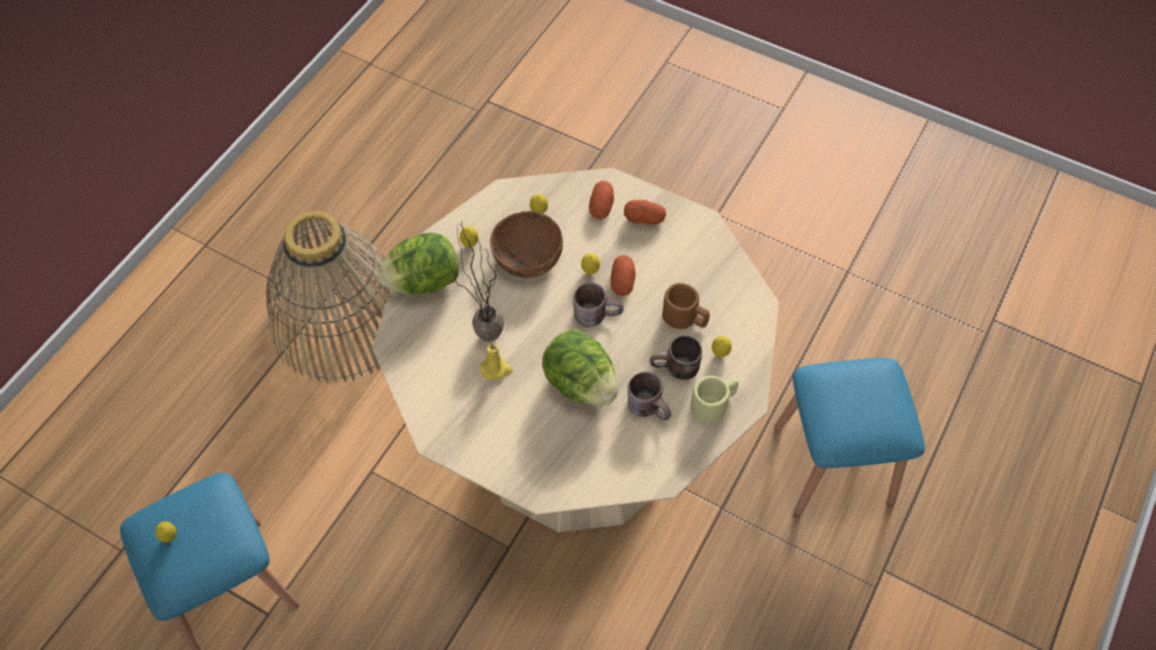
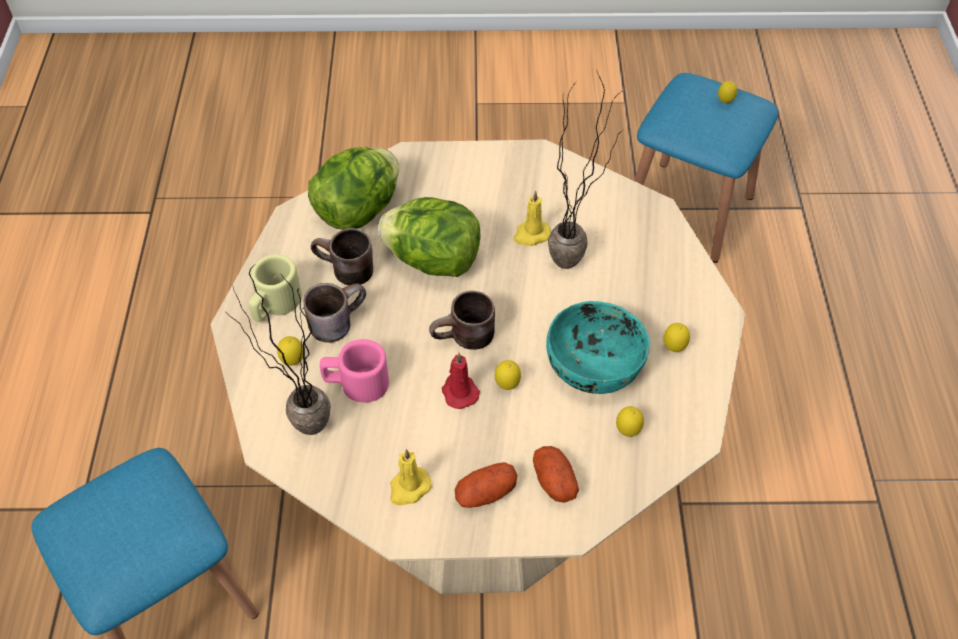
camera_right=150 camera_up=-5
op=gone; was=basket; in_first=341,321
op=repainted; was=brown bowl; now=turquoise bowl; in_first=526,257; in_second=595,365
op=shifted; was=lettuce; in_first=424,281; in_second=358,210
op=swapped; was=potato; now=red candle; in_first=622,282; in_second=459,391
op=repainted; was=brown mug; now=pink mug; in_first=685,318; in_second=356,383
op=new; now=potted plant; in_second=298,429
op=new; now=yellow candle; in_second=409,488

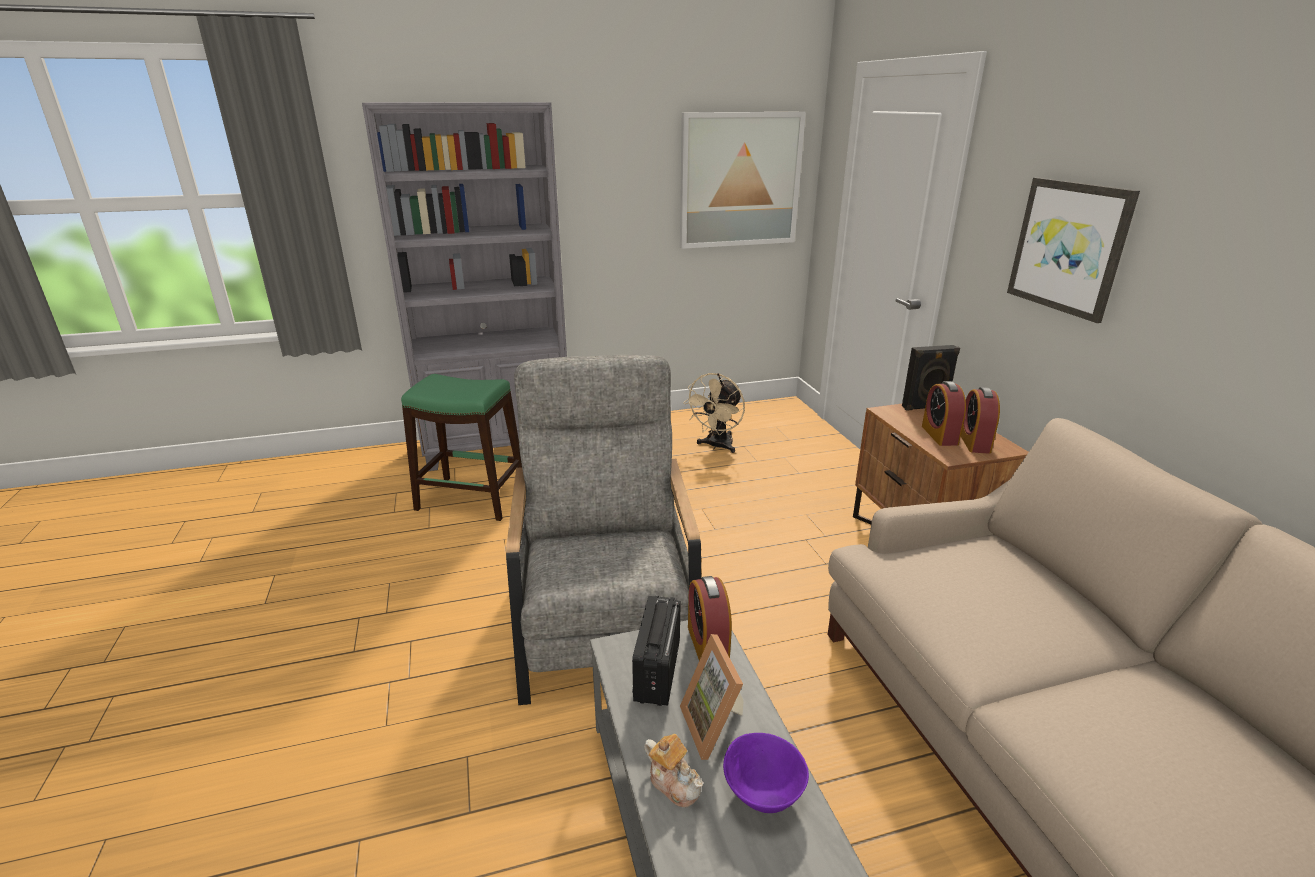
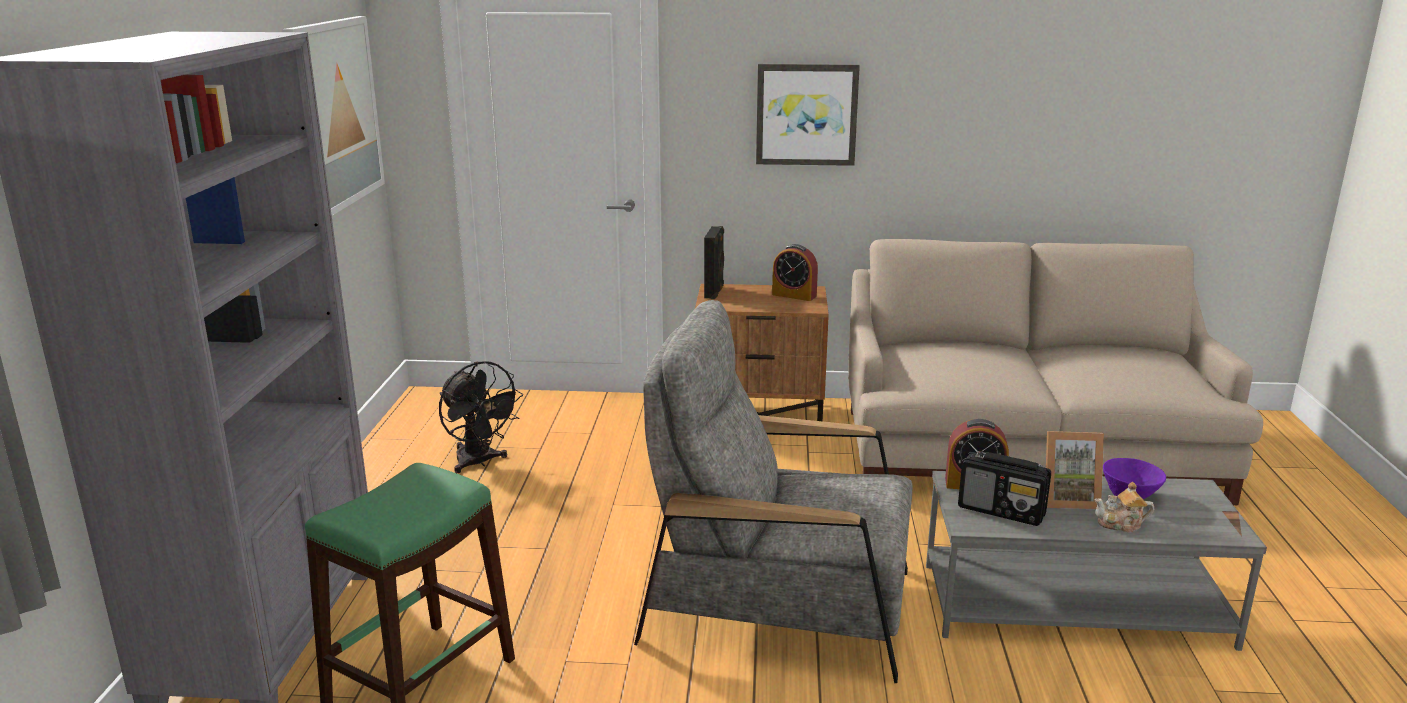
camera_right=-70 camera_up=-5
op=repainted; was=beige fan; now=black fan; in_first=716,446; in_second=479,462
op=gone; was=alarm clock; in_first=939,435
op=rotated; was=teapot; in_first=674,783; in_second=1121,524; clockwise=-150

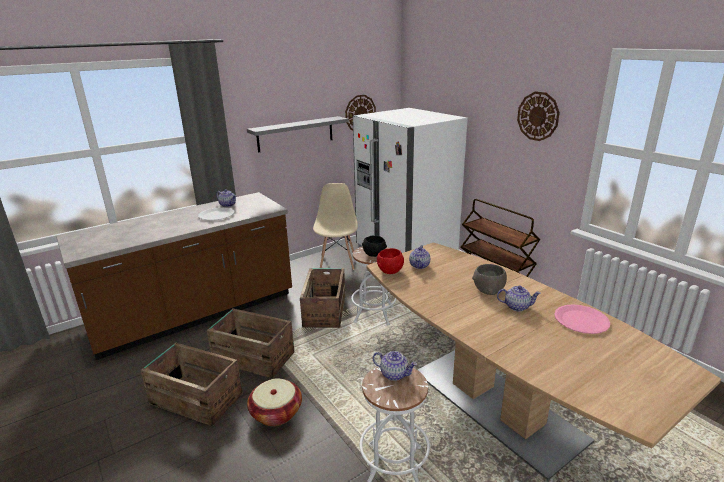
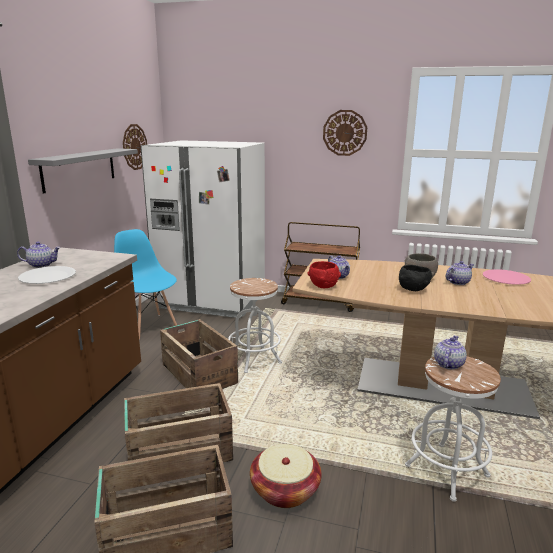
camera_right=-40 camera_up=-5
op=repainted; was=beige chair; now=blue chair; in_first=337,262; in_second=149,326
op=shifted; was=black bowl; in_first=374,255; in_second=413,290
op=rotated; was=teapot; in_first=394,374; in_second=448,364; clockwise=-45

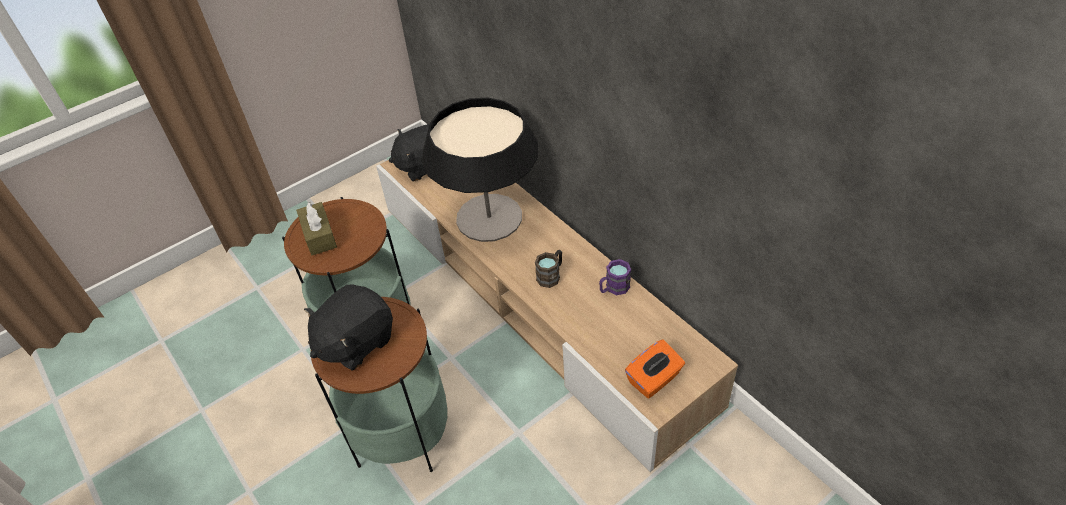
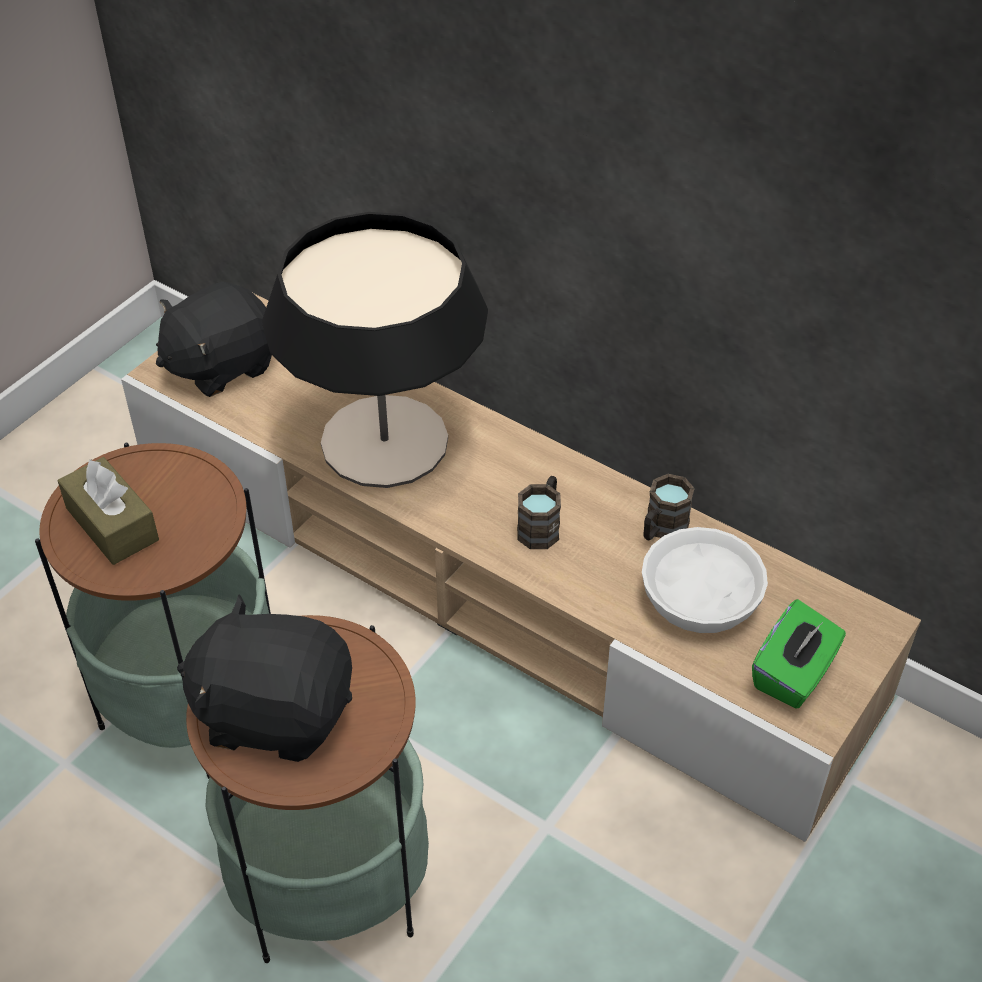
camera_right=-20 camera_up=0
op=repainted; was=purple mug; now=brown mug; in_first=613,288; in_second=661,529
op=rotated; was=black plush toy; in_first=355,342; in_second=274,712; clockwise=75
op=repainted; was=orange tissue box; now=green tissue box; in_first=654,379; in_second=793,674
op=new; now=white bowl; in_second=698,599

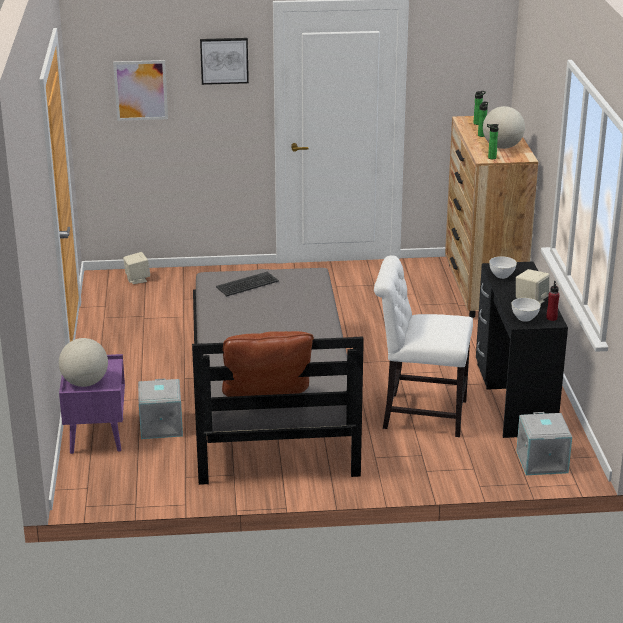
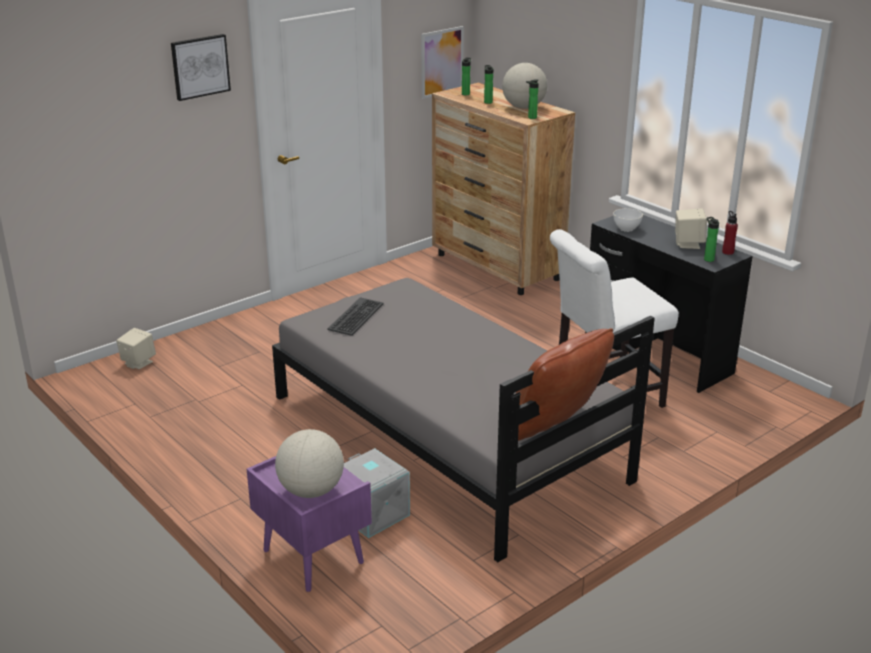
camera_right=-35 camera_up=0
op=shifted; was=picture; in_first=141,90; in_second=442,62
op=swapped; was=white bowl; now=bottle; in_first=524,318; in_second=708,259
op=gone; was=grey storage box; in_first=543,462

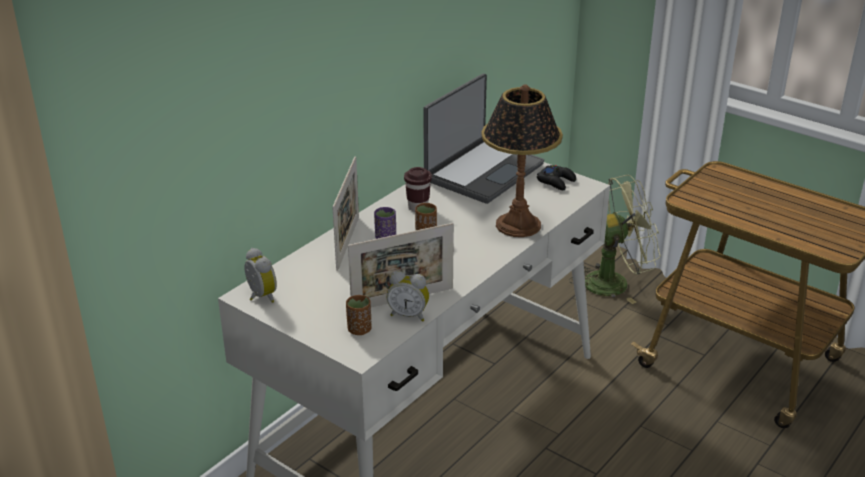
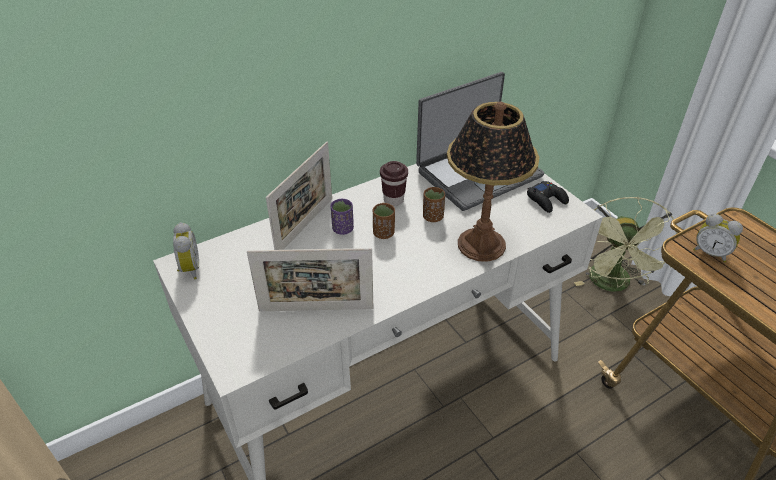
camera_right=20 camera_up=10
op=rotated; was=green fan; in_first=615,282; in_second=612,285; clockwise=90
op=shifted; was=alarm clock; in_first=409,315; in_second=710,253
op=shifted; was=brown cup; in_first=359,329; in_second=433,217

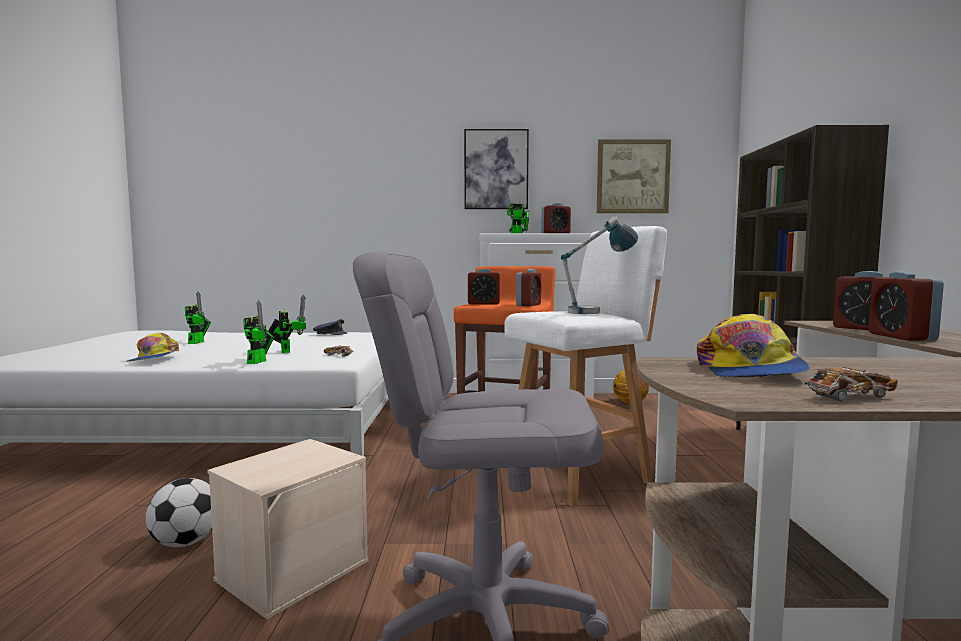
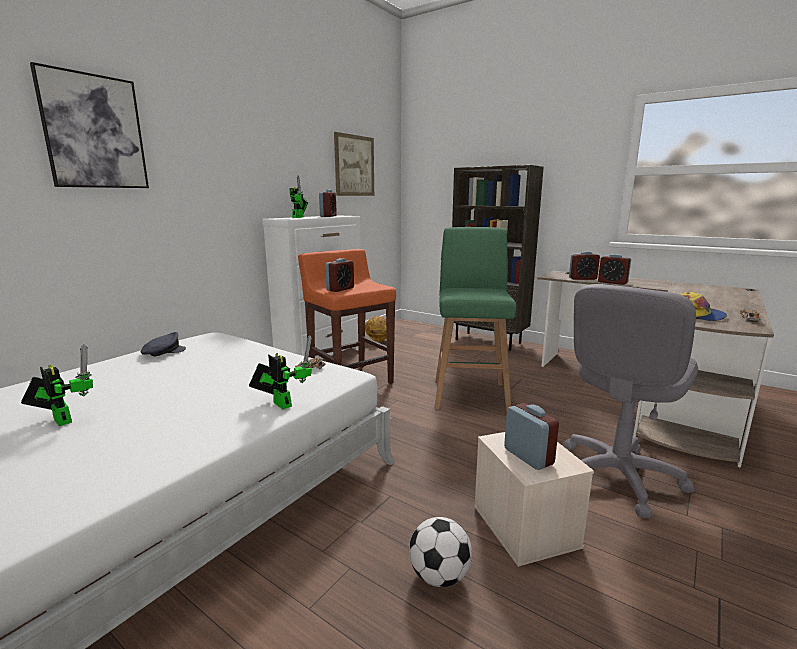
camera_right=-55 camera_up=10
op=shifted; was=picture; in_first=496,169; in_second=94,132
op=gone; was=table lamp; in_first=597,312
op=repainted; was=white stool; now=green stool; in_first=580,473; in_second=470,394
op=shifted; was=alarm clock; in_first=528,305; in_second=528,456
op=gone; was=toy robot; in_first=285,351
op=gone; was=cap; in_first=154,358

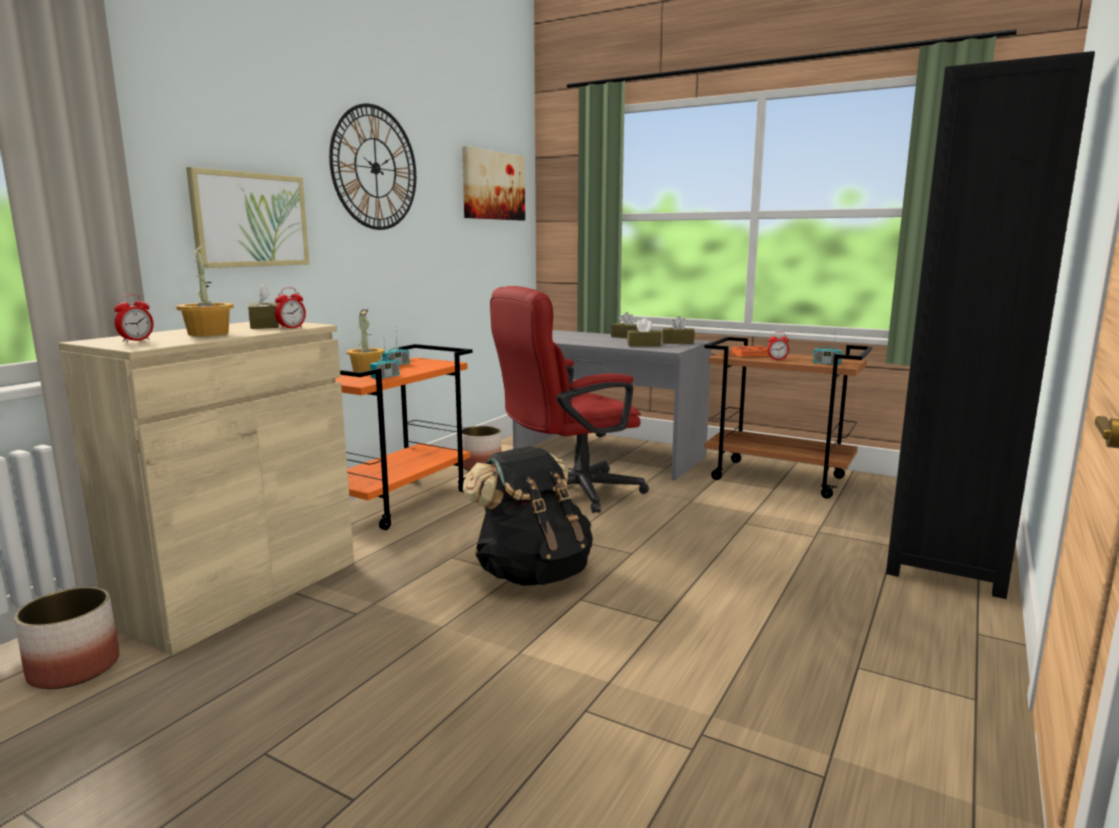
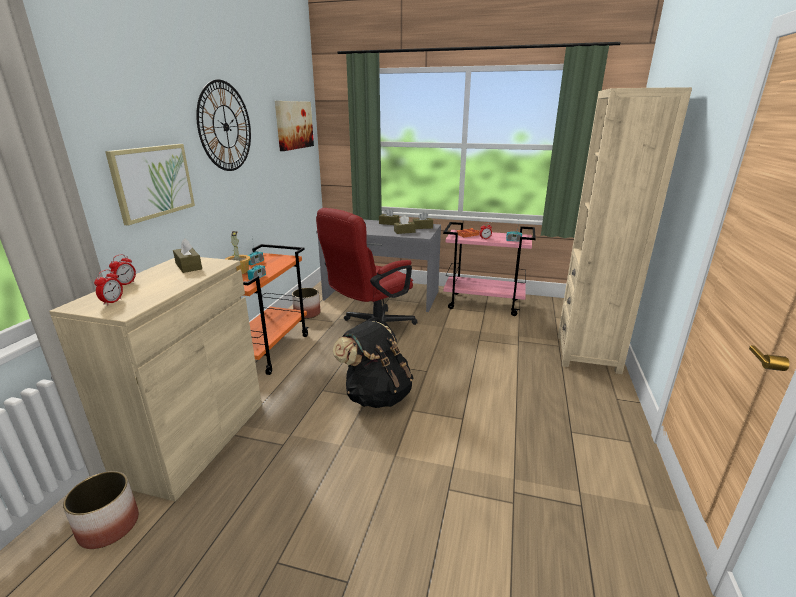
camera_right=-15 camera_up=10
op=repainted; was=black bookcase; now=beige bookcase; in_first=947,562; in_second=587,353
op=gone; was=potted plant; in_first=209,333
op=shifted; was=alarm clock; in_first=291,328; in_second=126,284
op=repainted; was=brown cart; now=pink cart; in_first=779,478; in_second=484,304

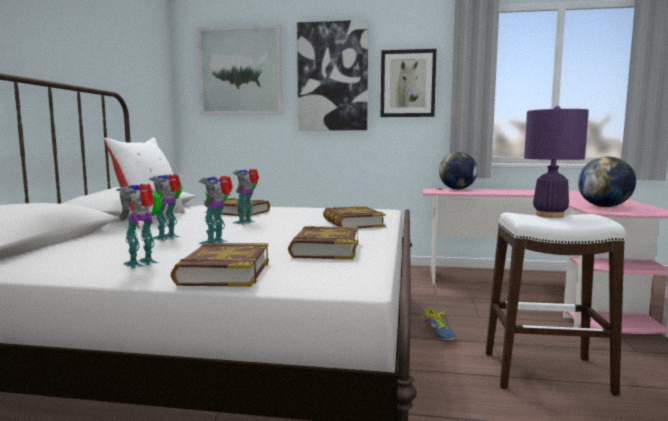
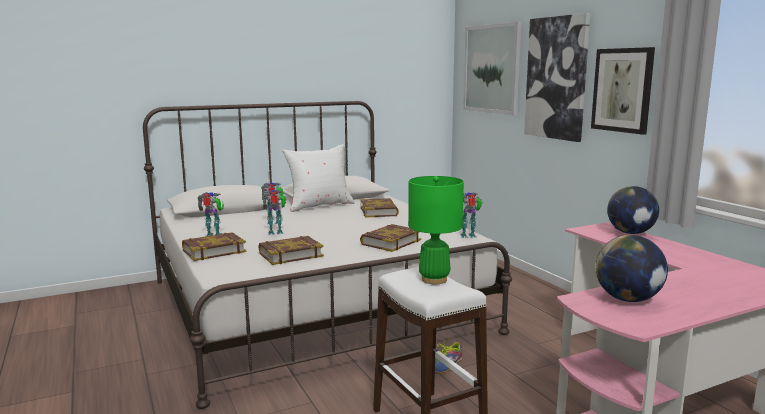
camera_right=55 camera_up=5
op=repainted; was=purple table lamp; now=green table lamp; in_first=550,215; in_second=434,280
op=shifted; was=toy robot; in_first=246,222; in_second=469,236

